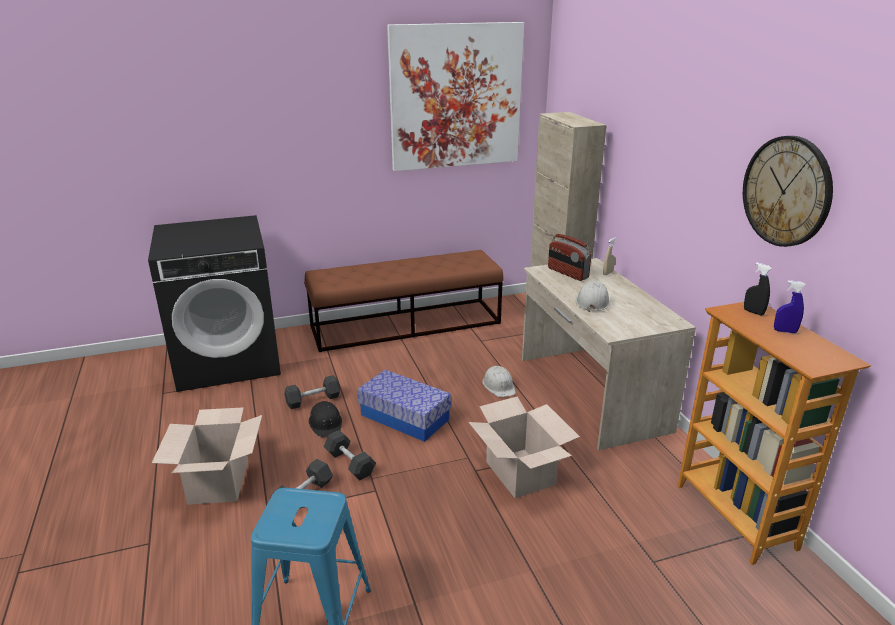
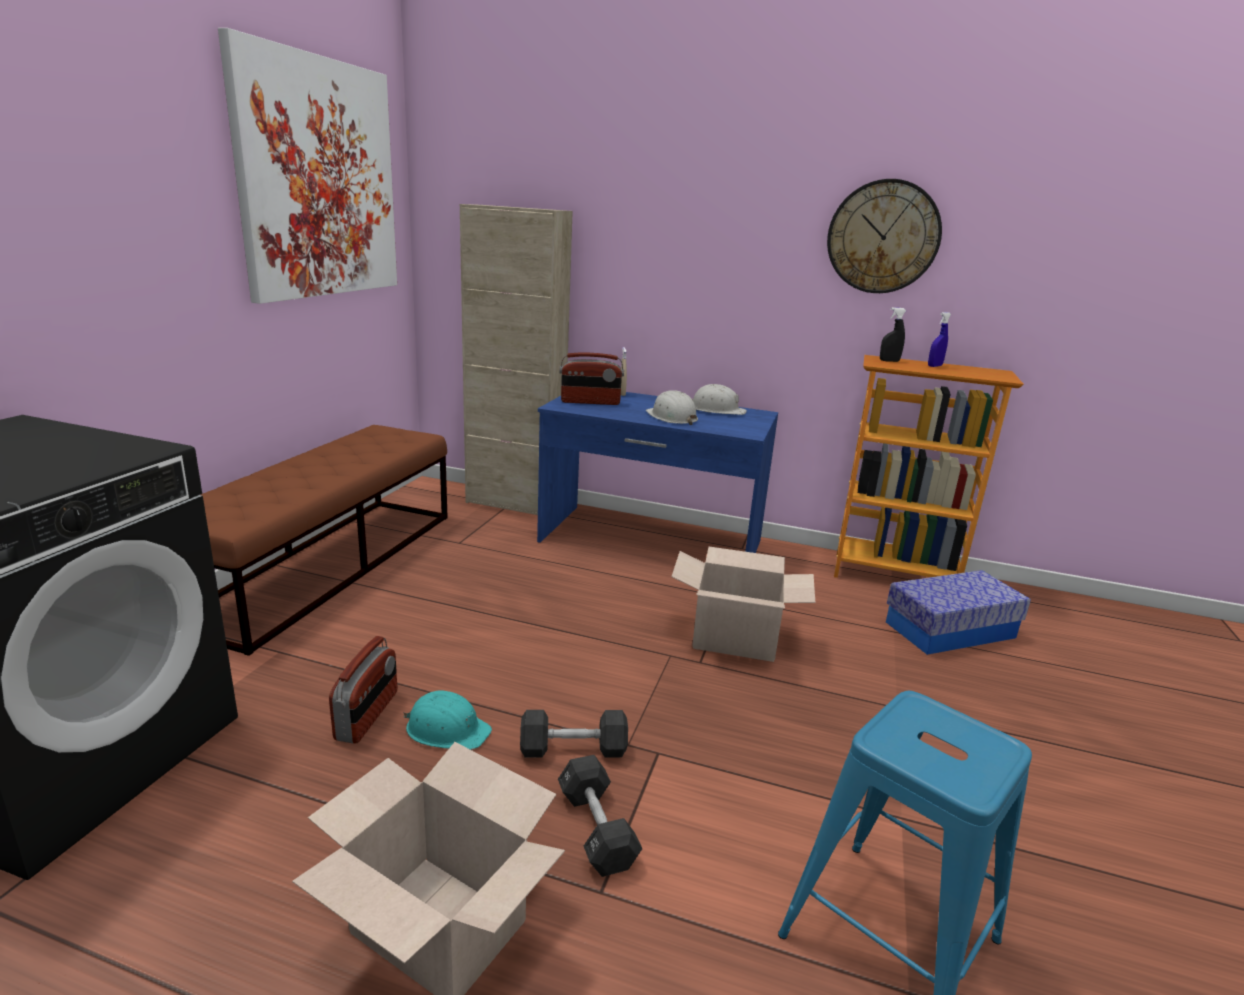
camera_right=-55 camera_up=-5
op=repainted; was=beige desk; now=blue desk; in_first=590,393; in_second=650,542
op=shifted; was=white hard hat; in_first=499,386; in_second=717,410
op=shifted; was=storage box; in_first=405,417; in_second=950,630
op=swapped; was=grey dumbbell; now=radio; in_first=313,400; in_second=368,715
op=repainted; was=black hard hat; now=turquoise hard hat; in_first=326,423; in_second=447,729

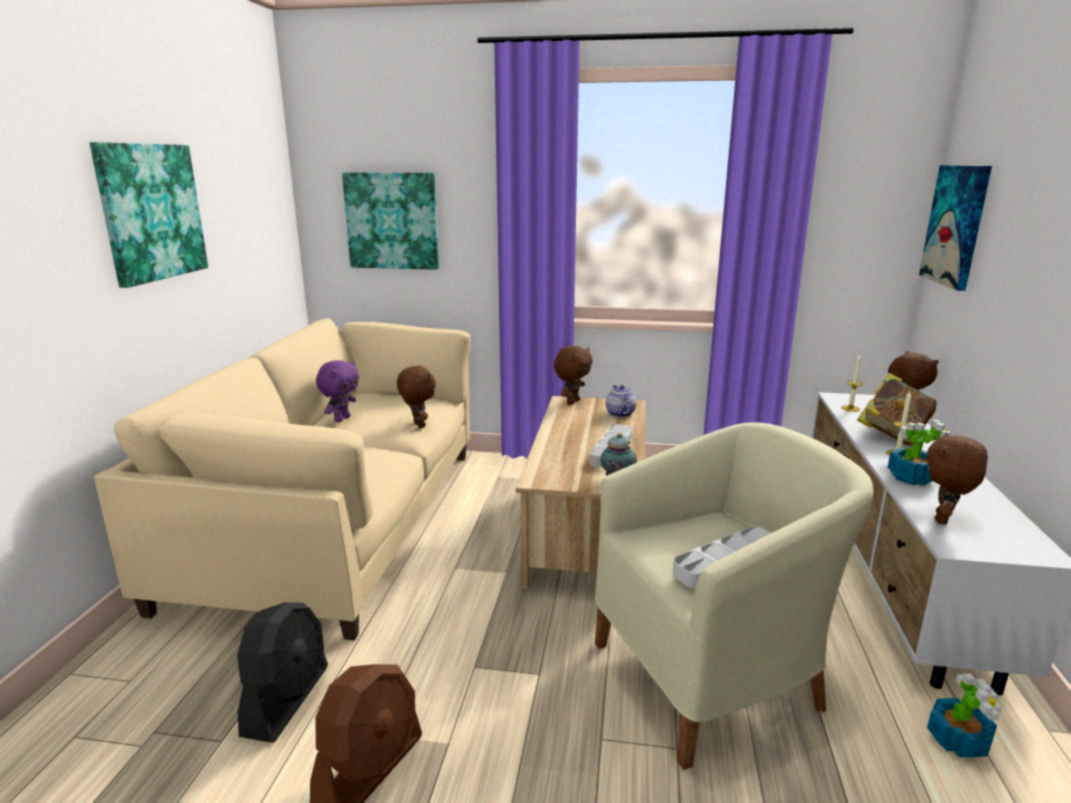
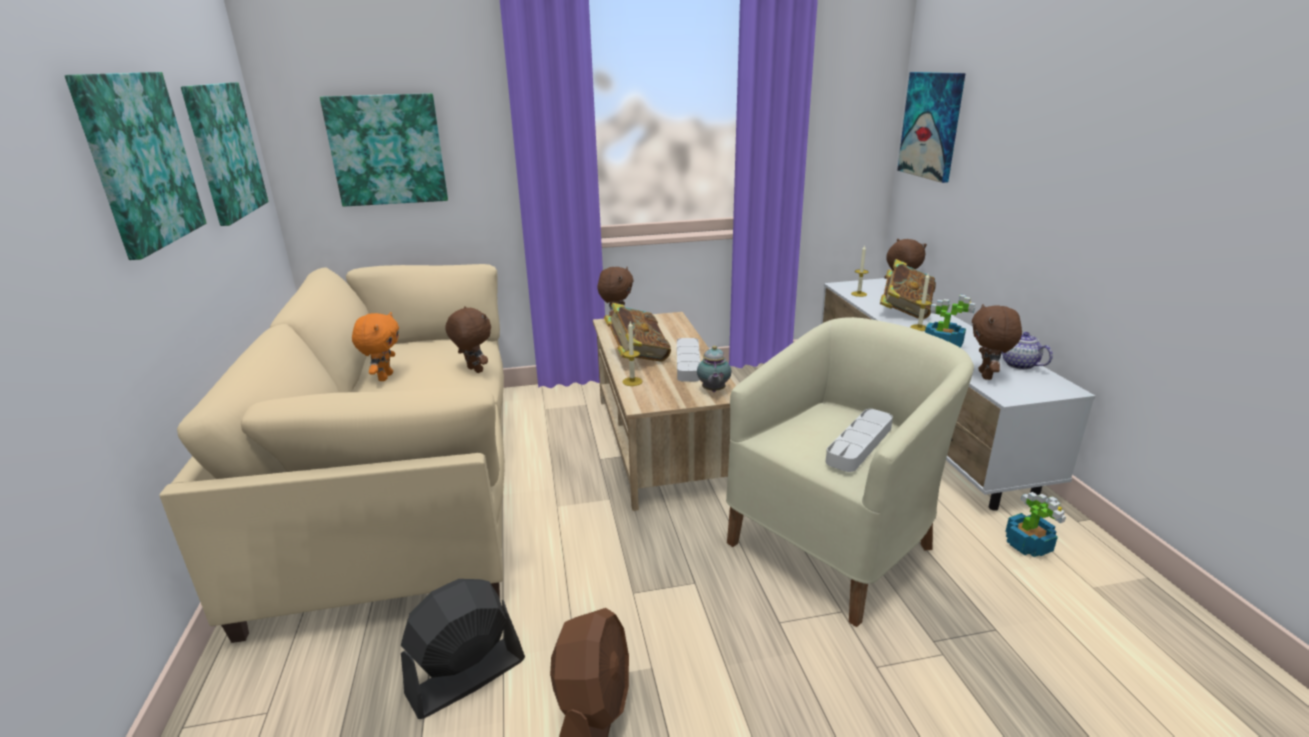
camera_right=-20 camera_up=5
op=repainted; was=purple plush toy; now=orange plush toy; in_first=341,419; in_second=384,377
op=shifted; was=teapot; in_first=619,413; in_second=1018,364
op=rotated; was=black fan; in_first=287,699; in_second=466,677; clockwise=-120
op=new; now=picture; in_second=224,151
op=new; now=book; in_second=637,357
op=new; now=candle; in_second=632,381

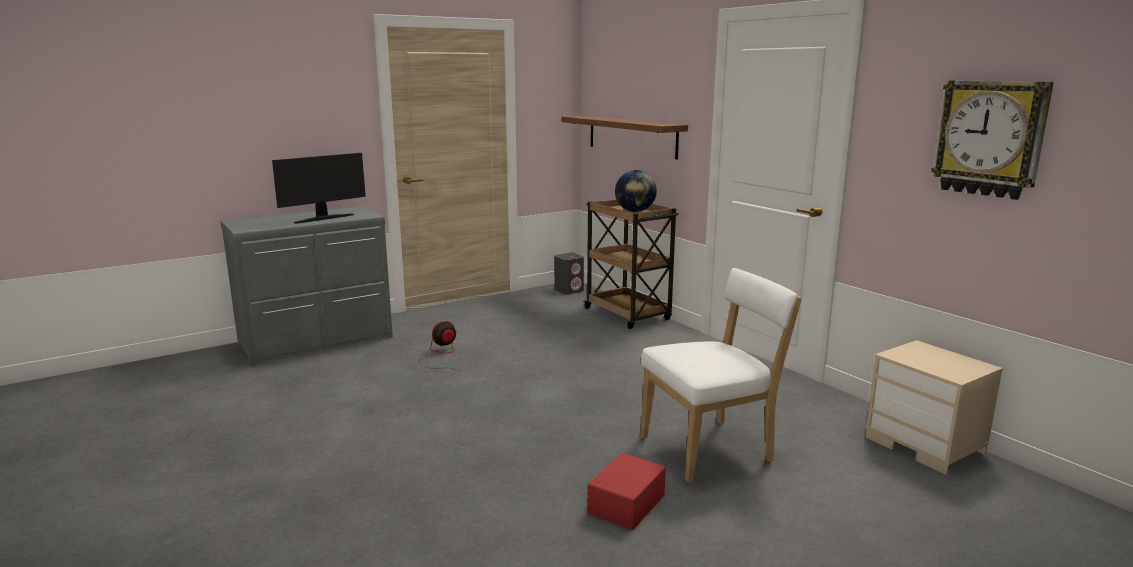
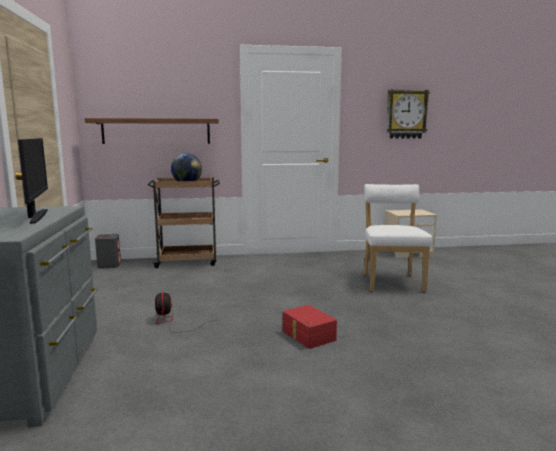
camera_right=-65 camera_up=-5
op=shifted; was=red storage box; in_first=624,503; in_second=307,336

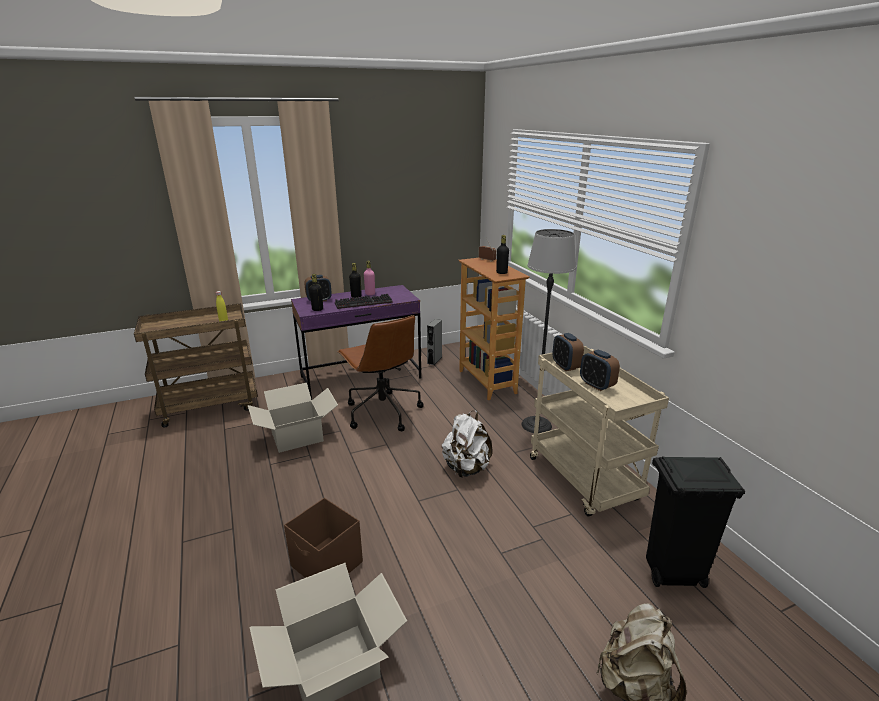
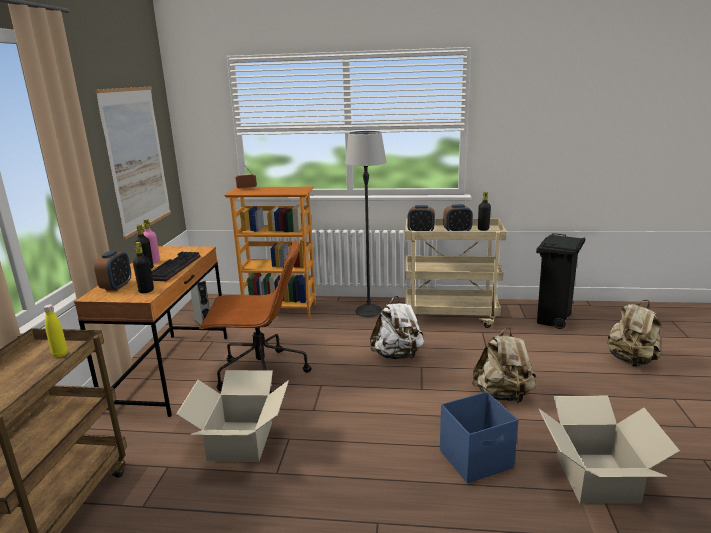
camera_right=-60 camera_up=-5
op=shifted; was=black bottle; in_first=501,272; in_second=483,229
op=repainted; was=purple desk; now=brown desk; in_first=361,377; in_second=171,371
op=repainted; was=brown storage box; now=blue storage box; in_first=327,565; in_second=477,459
op=new; now=picture; in_second=136,159
op=new; now=beige backpack; in_second=503,395

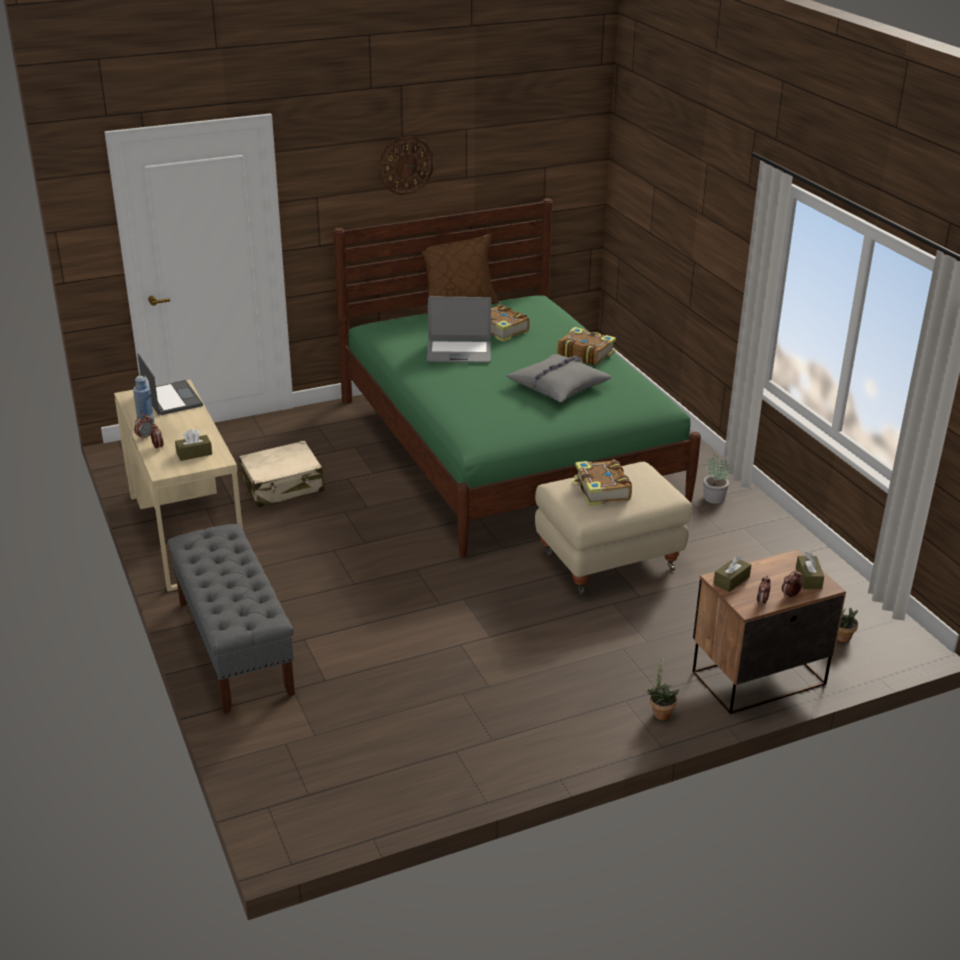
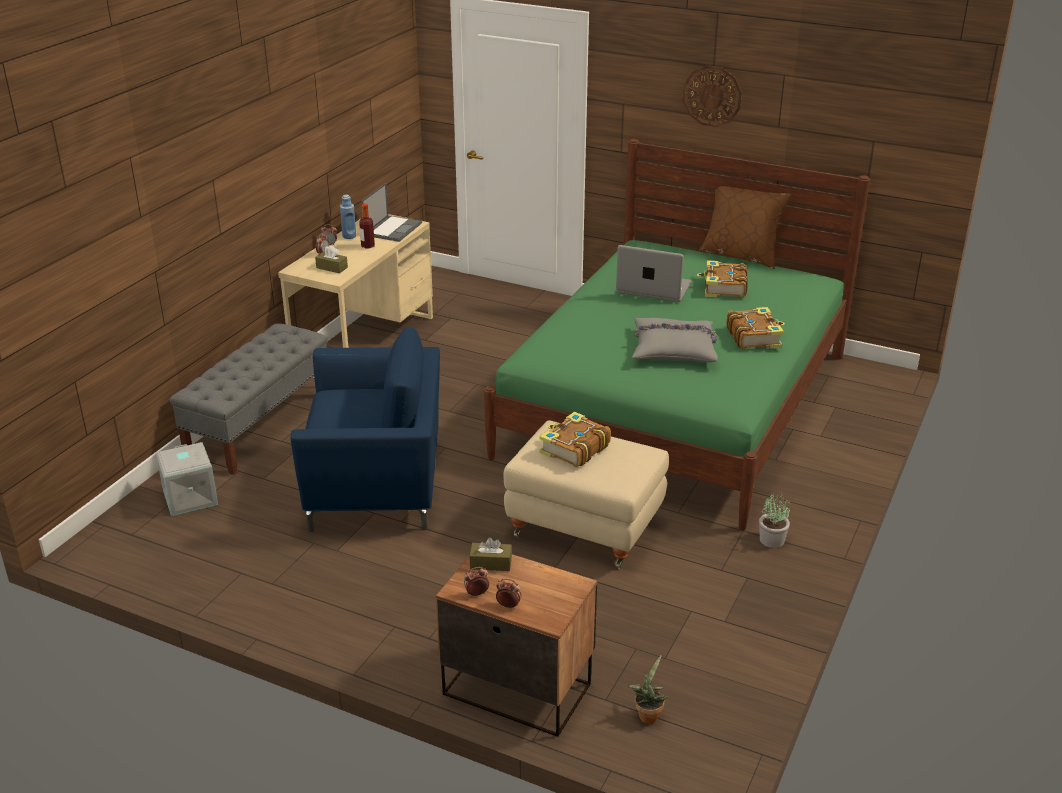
camera_right=50 camera_up=0
op=rotated; was=laptop; in_first=459,352; in_second=653,288; clockwise=150
op=gone; was=beige suitcase; in_first=283,486
op=gone; was=brown tissue box; in_first=808,578
op=gone; was=potted plant; in_first=660,713
op=new; now=bottle; in_second=368,246
op=new; now=blue armchair; in_second=378,487
op=new; now=grey storage box; in_second=189,497

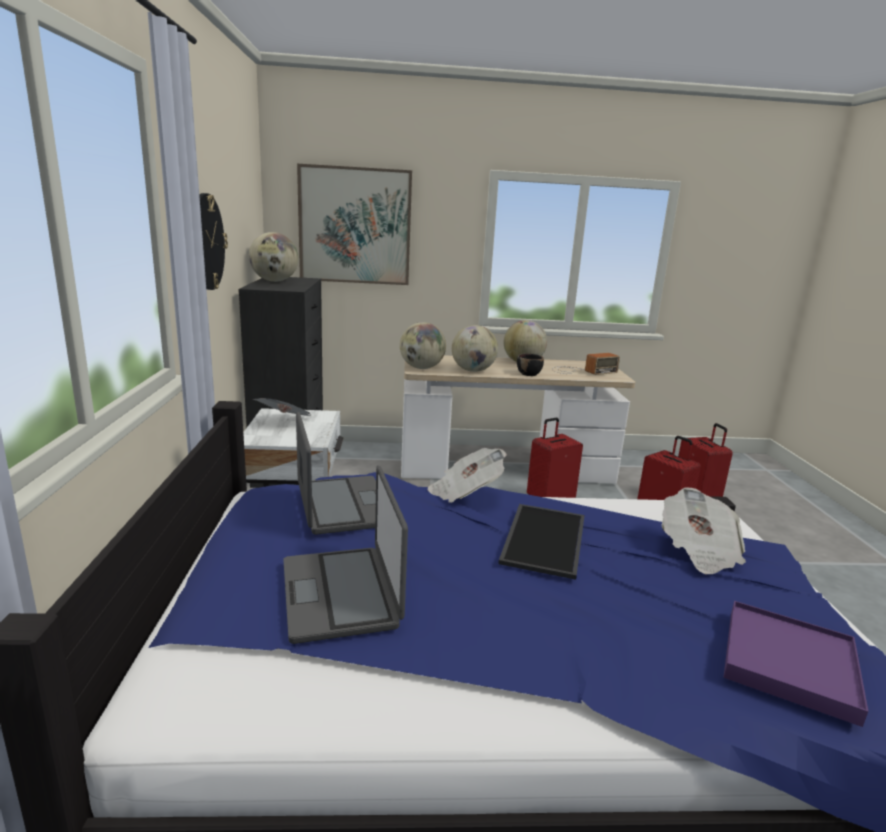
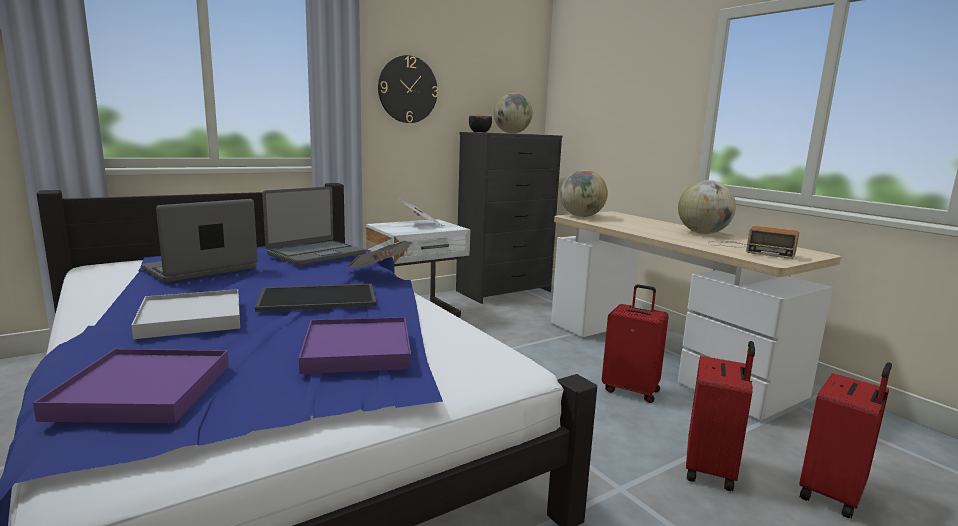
camera_right=60 camera_up=-5
op=gone; was=picture; in_first=355,226
op=gone; was=globe; in_first=473,370
op=shifted; was=black bowl; in_first=529,374; in_second=480,132
op=swapped; was=newspaper; now=purple tray; in_first=698,551; in_second=357,350
op=new; now=white tray; in_second=191,318

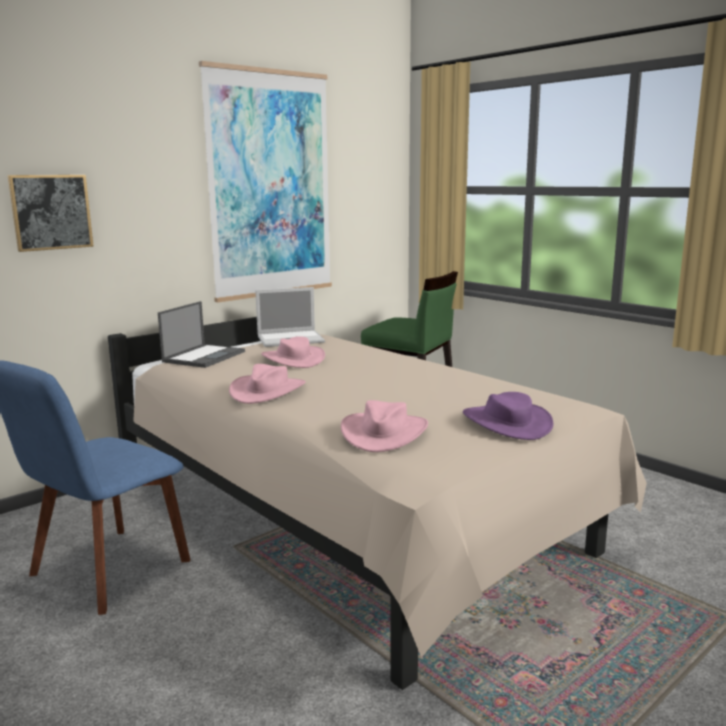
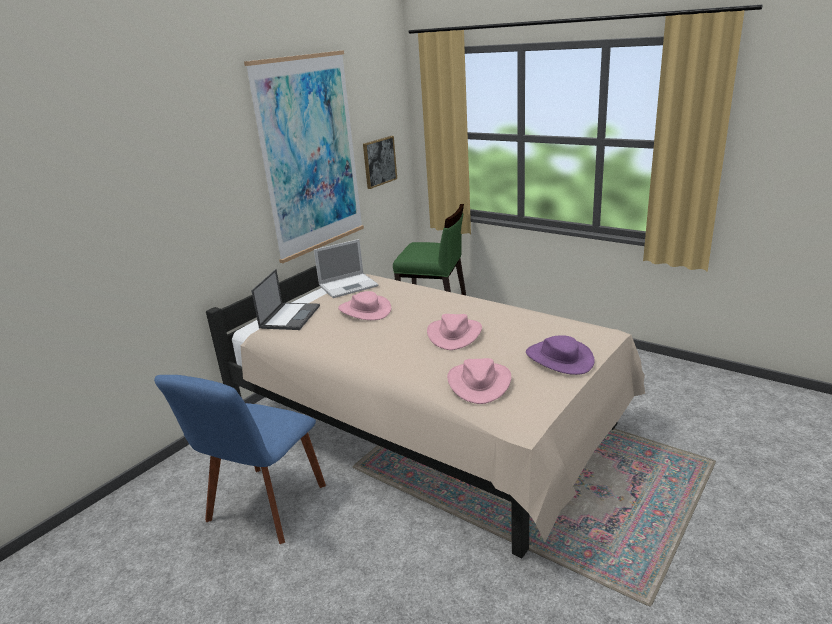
camera_right=-10 camera_up=10
op=shifted; was=picture; in_first=51,212; in_second=379,161
op=shifted; was=pink hat; in_first=267,391; in_second=454,334

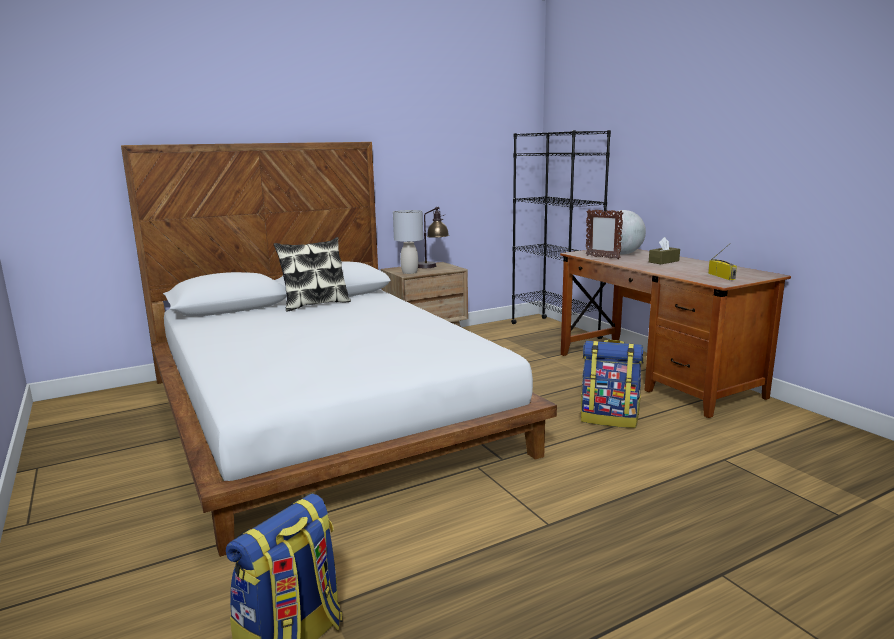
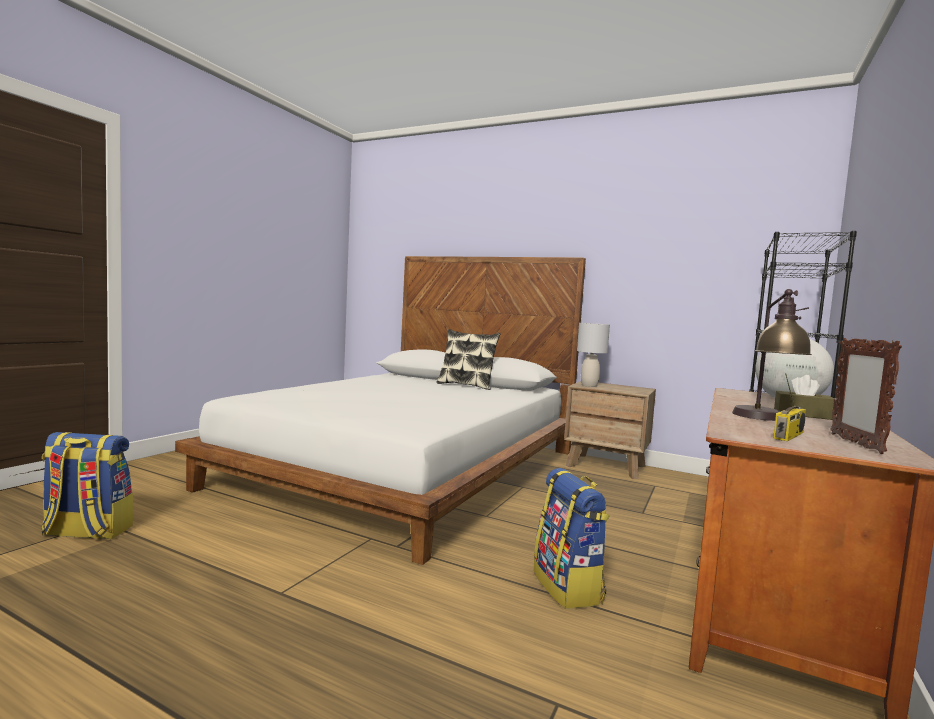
camera_right=55 camera_up=-10
op=shifted; was=table lamp; in_first=432,267; in_second=765,419
op=shifted; was=picture frame; in_first=602,257; in_second=855,443

